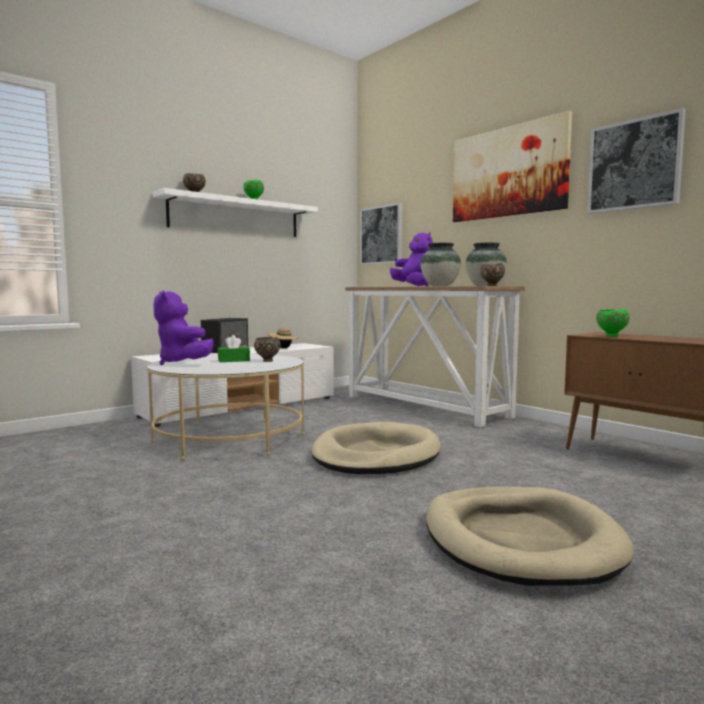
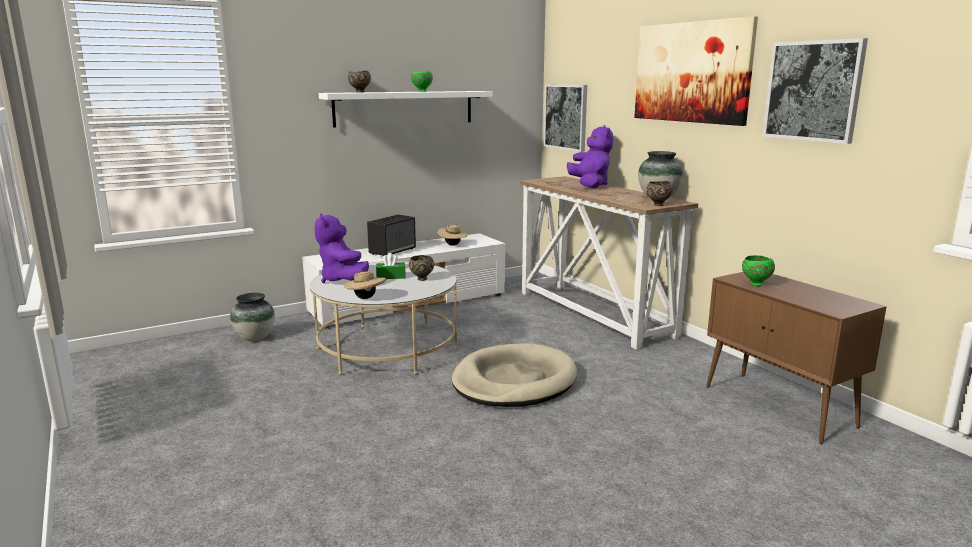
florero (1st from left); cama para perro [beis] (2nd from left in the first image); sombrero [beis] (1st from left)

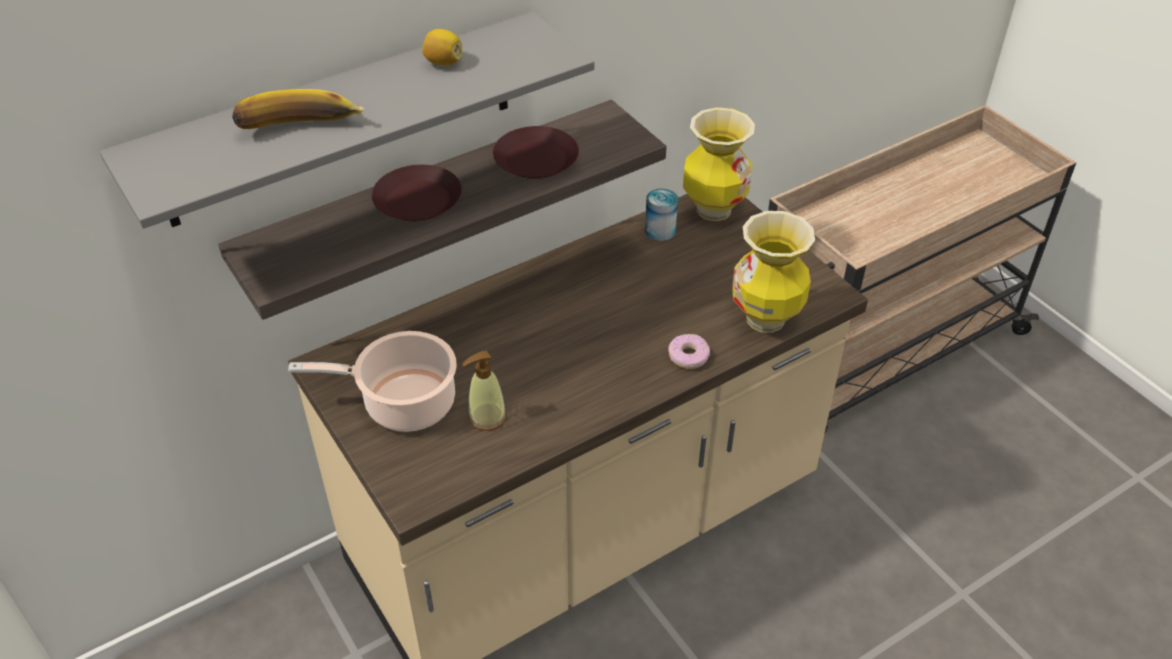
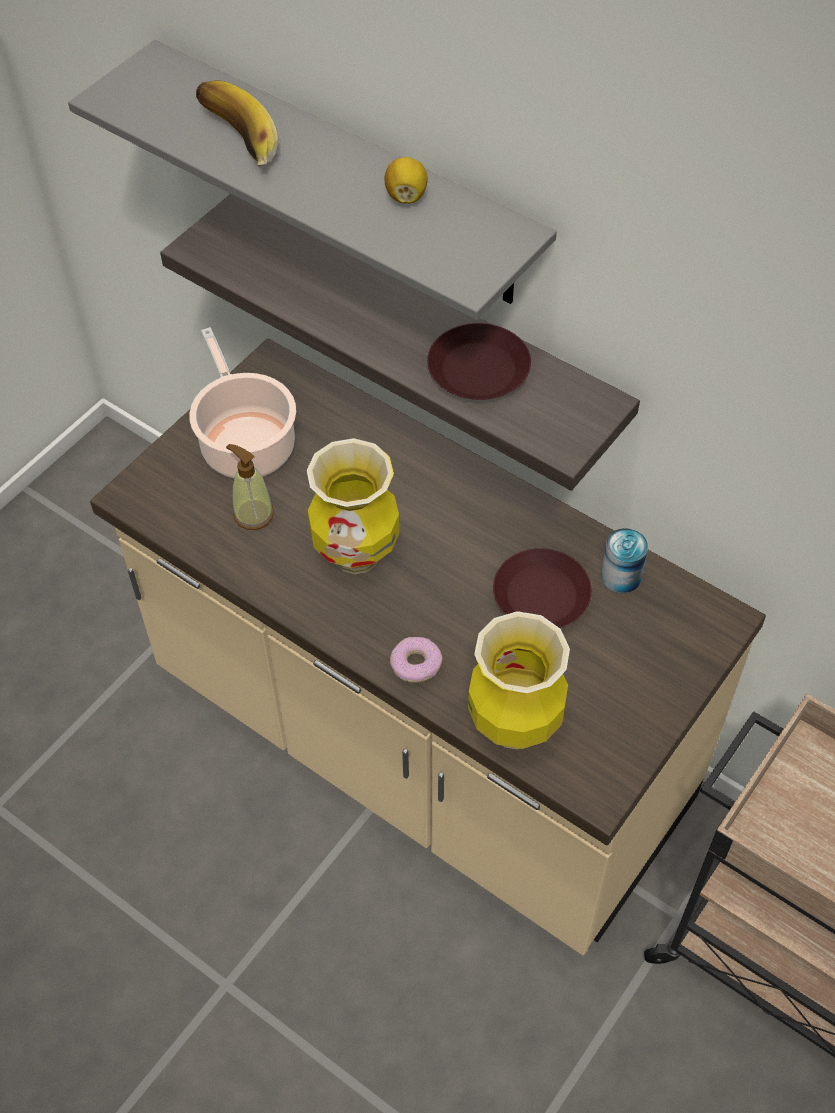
plato [marrón] (2nd from left); florero (1st from left)

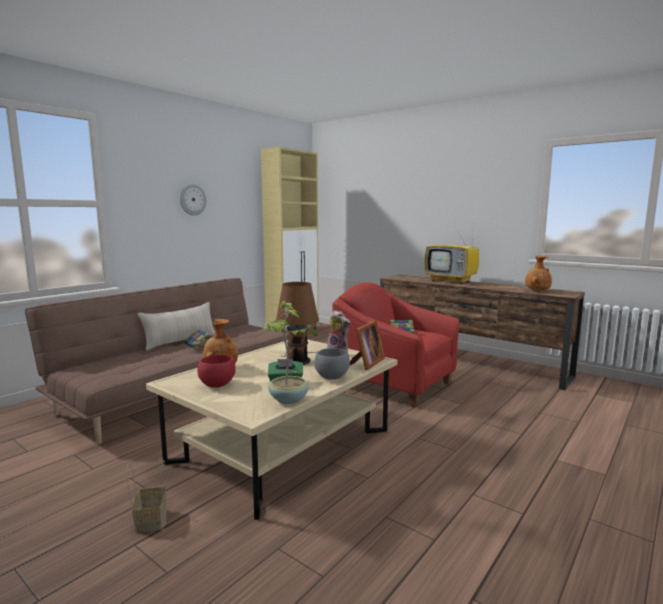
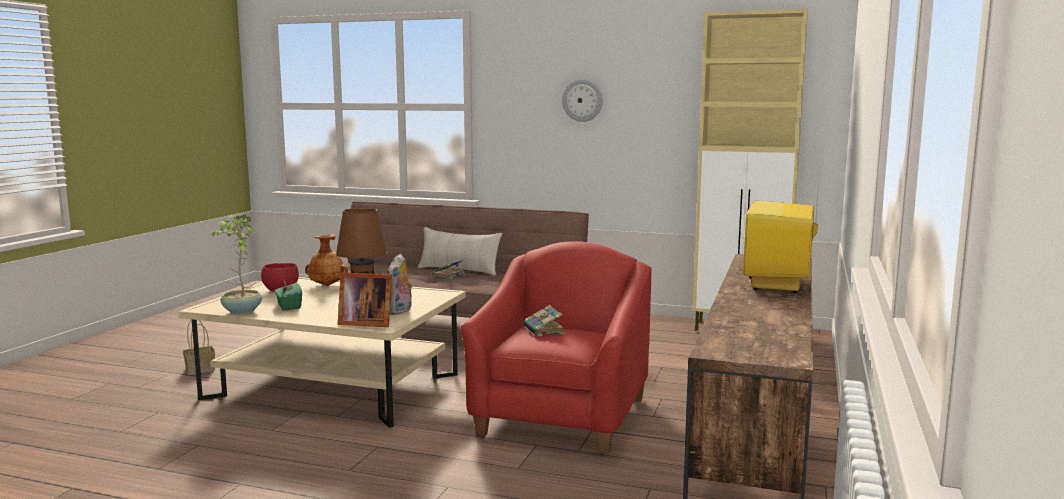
cuenco [gris]; florero [marrón] (2nd from left in the first image)

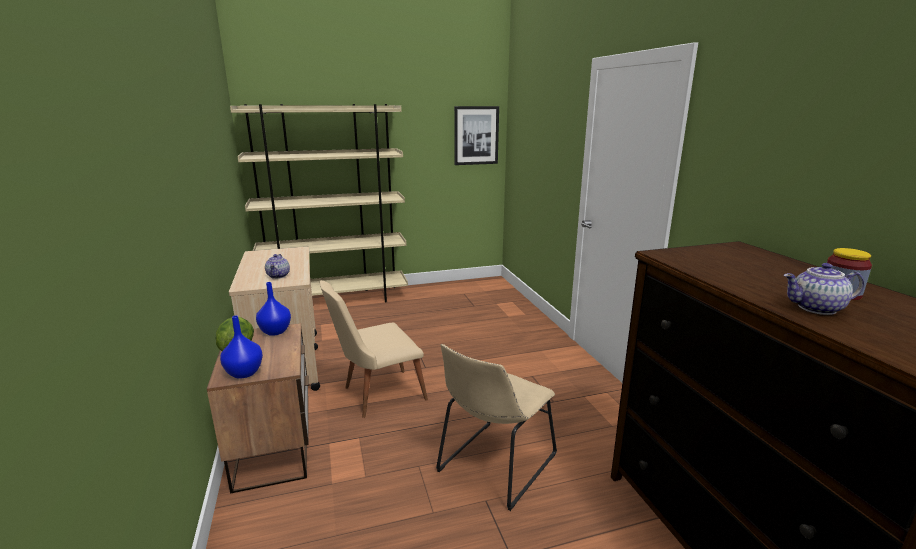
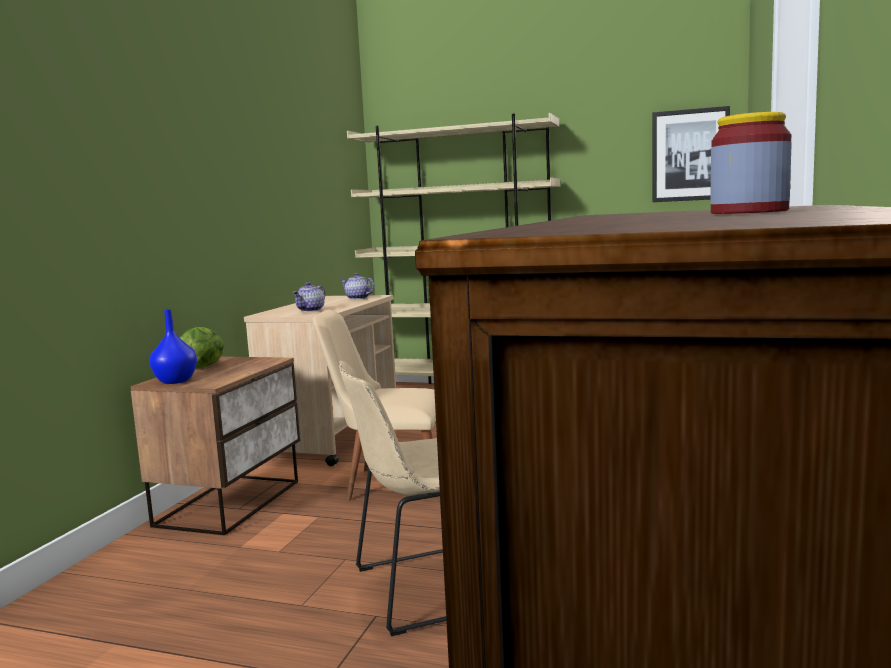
florero [azul] (2nd from left in the first image); tetera (2nd from left)

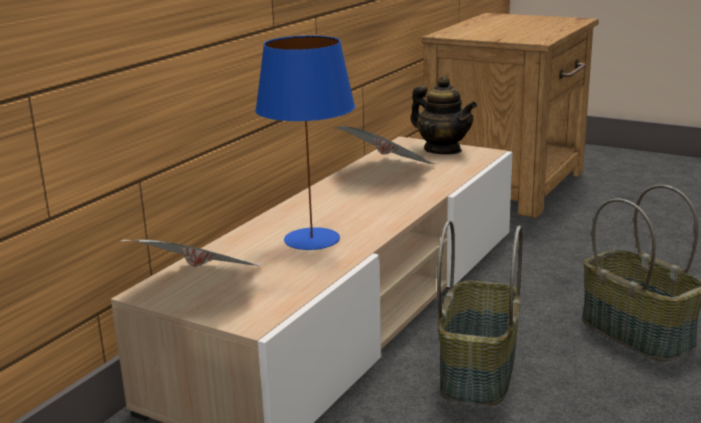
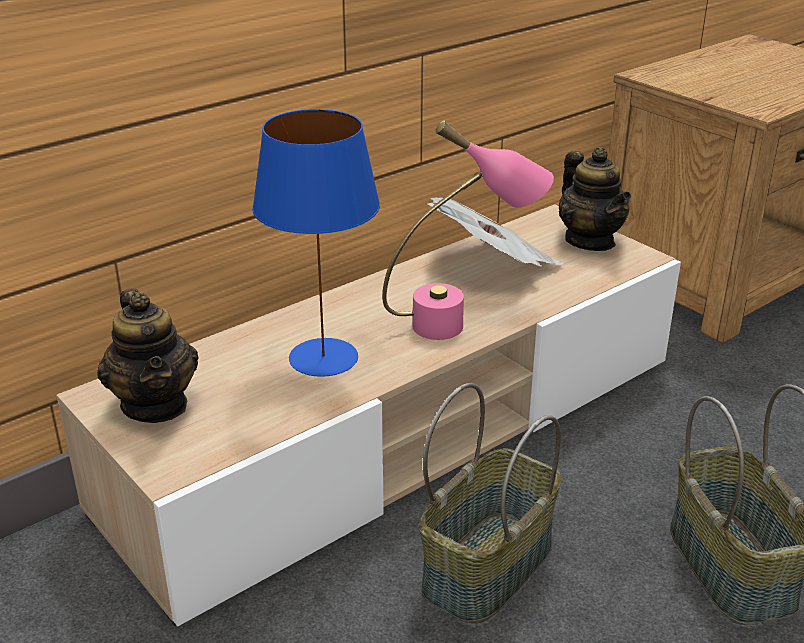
tetera (1st from left); lámpara de mesa [rosa]

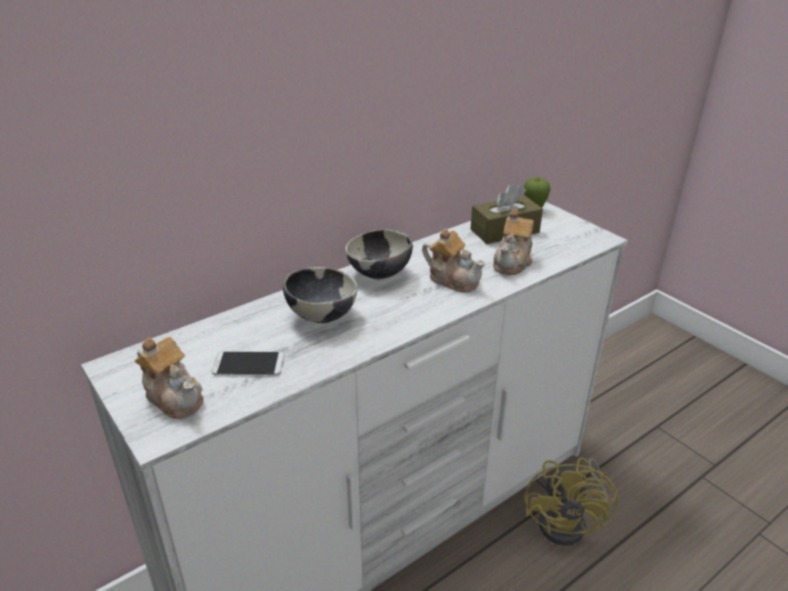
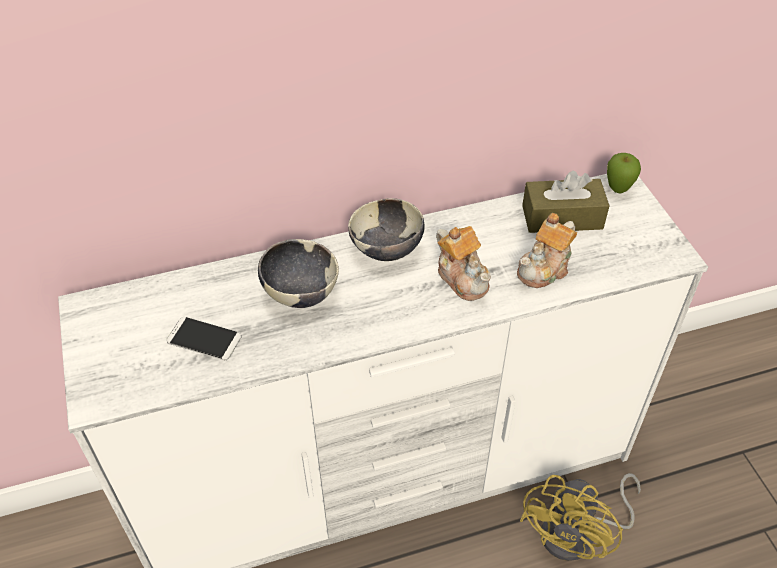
tetera (1st from left in the first image)

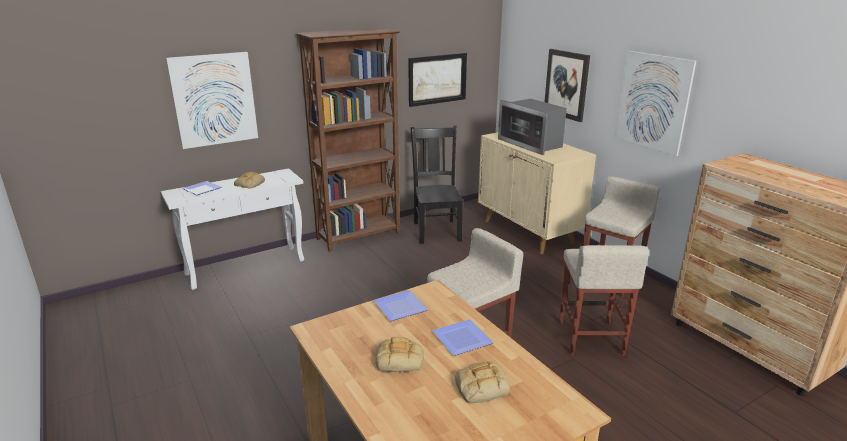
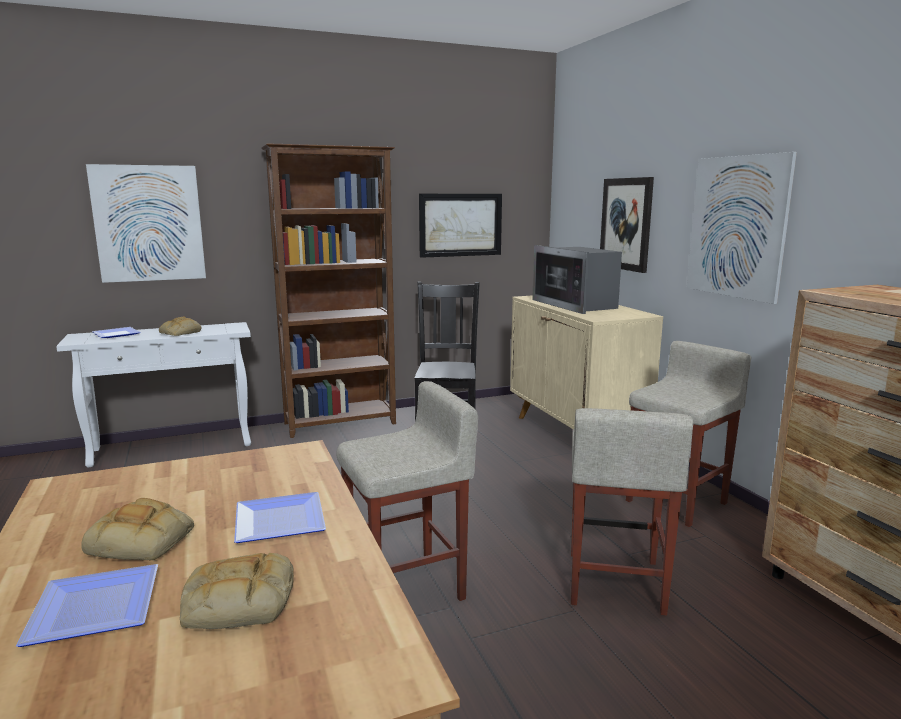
plato (1st from left)

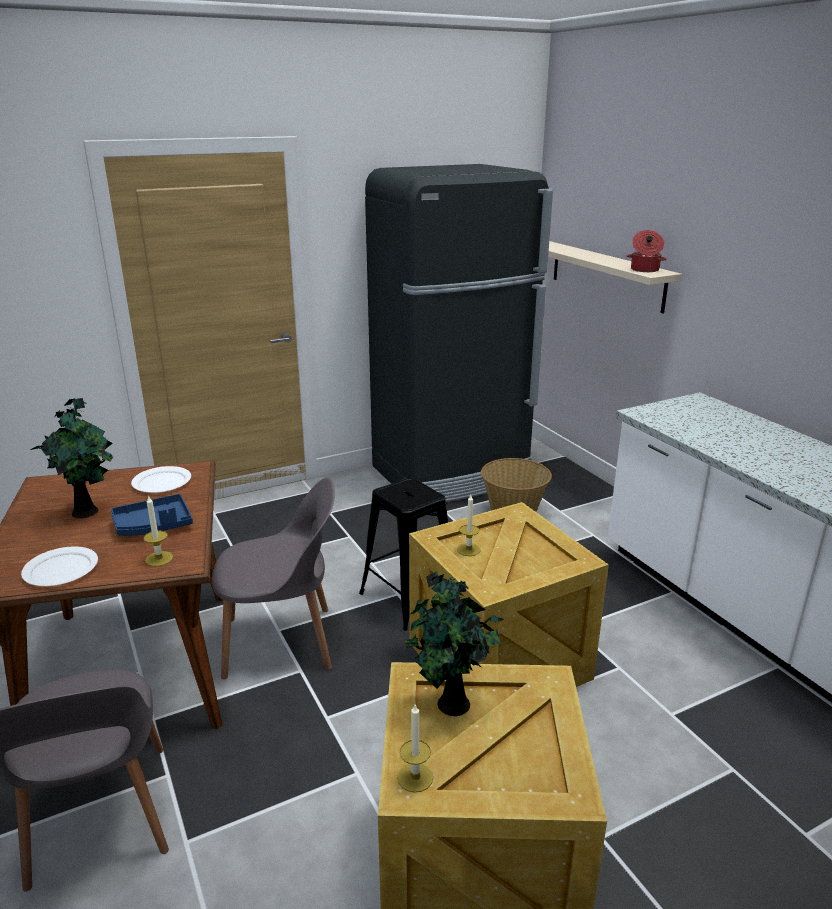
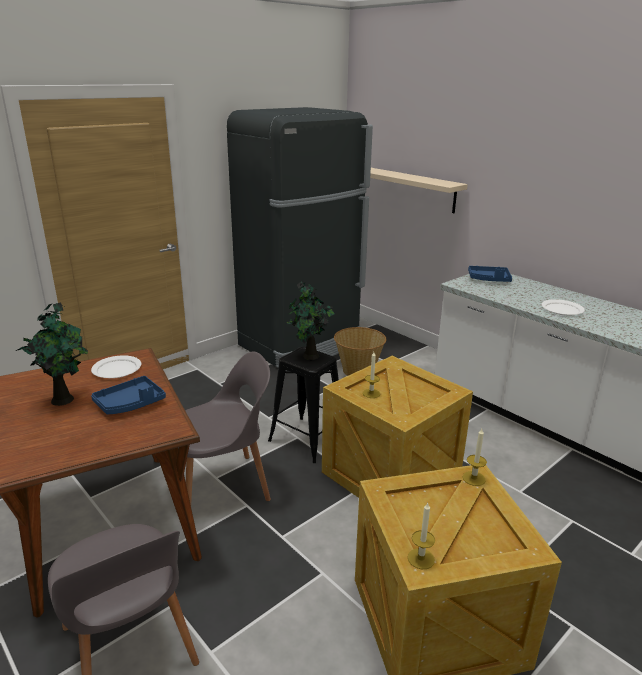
plato [blanco] (2nd from left); vela (3rd from left); planta en maceta (2nd from left); olla; bandeja [azul] (2nd from left)

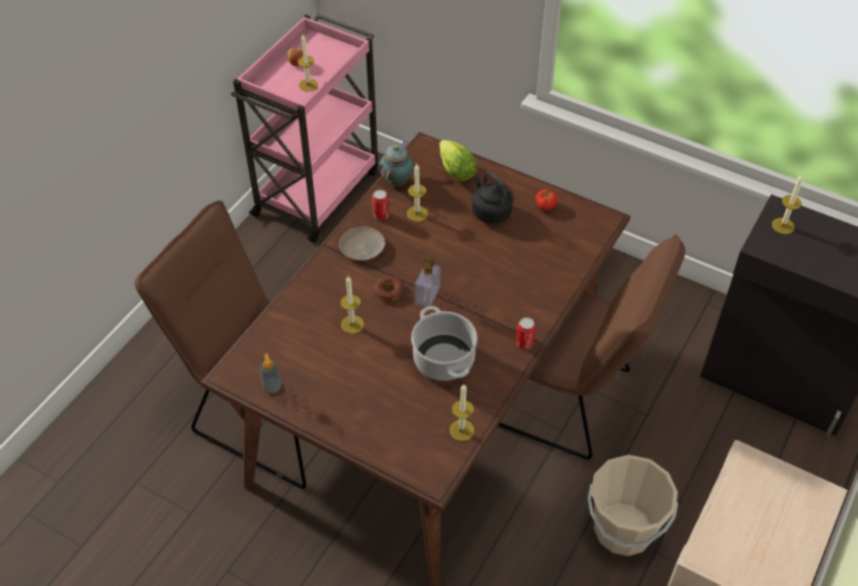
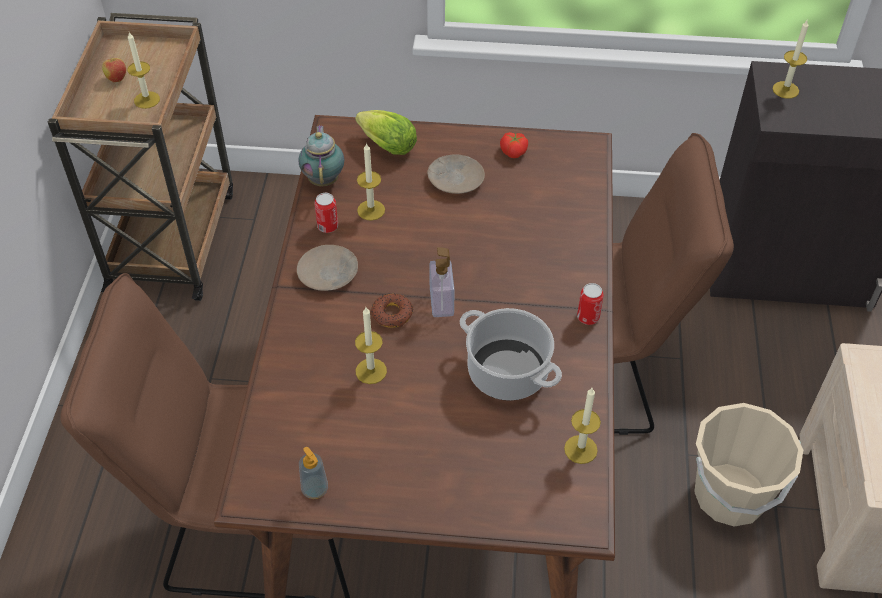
carrito [marrón]; plato [beis] (2nd from left)

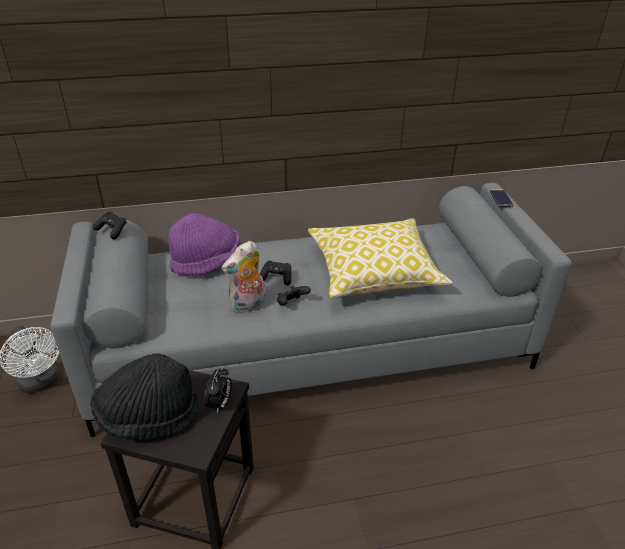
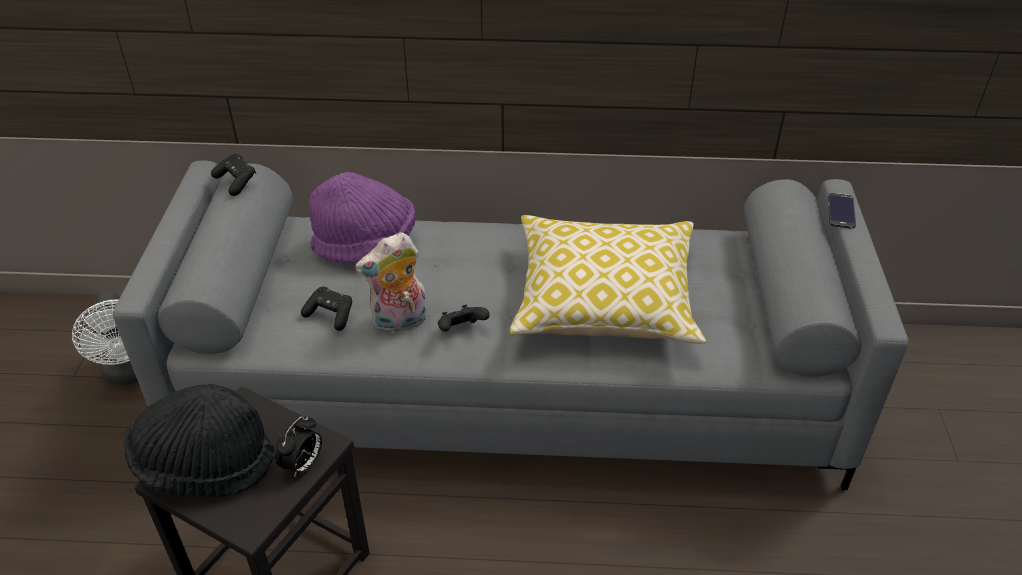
mando de consola [negro] (2nd from left)

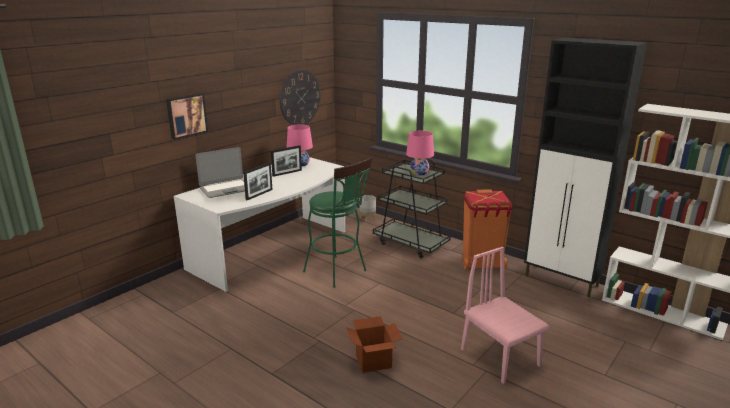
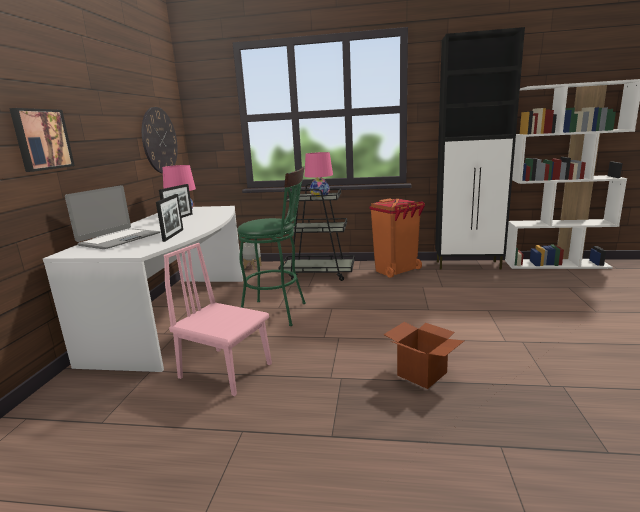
silla [rosa]

